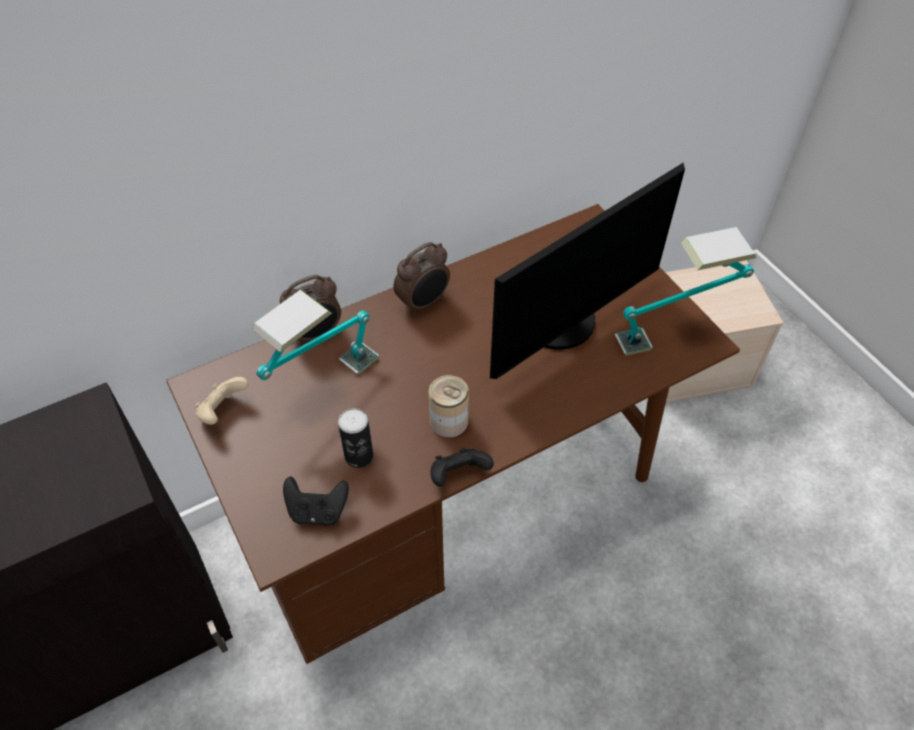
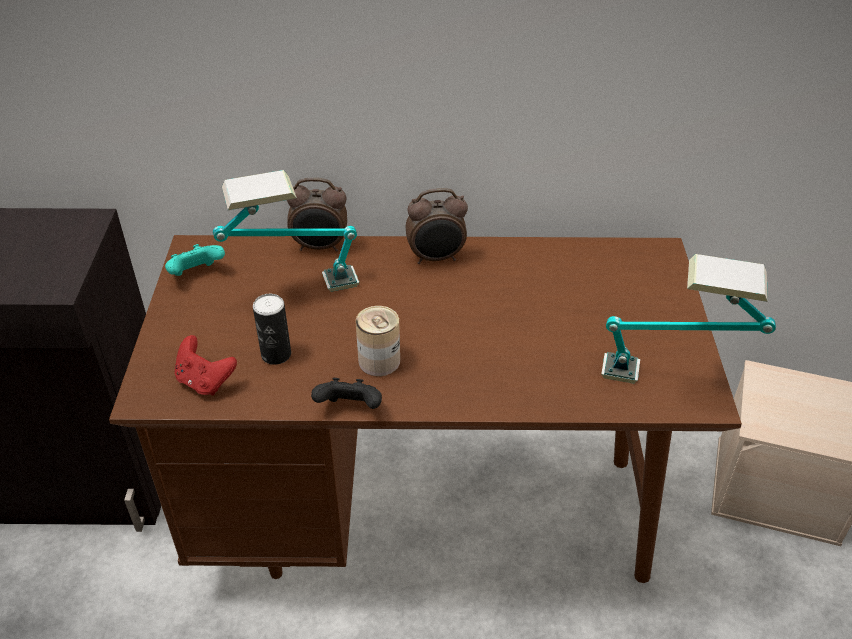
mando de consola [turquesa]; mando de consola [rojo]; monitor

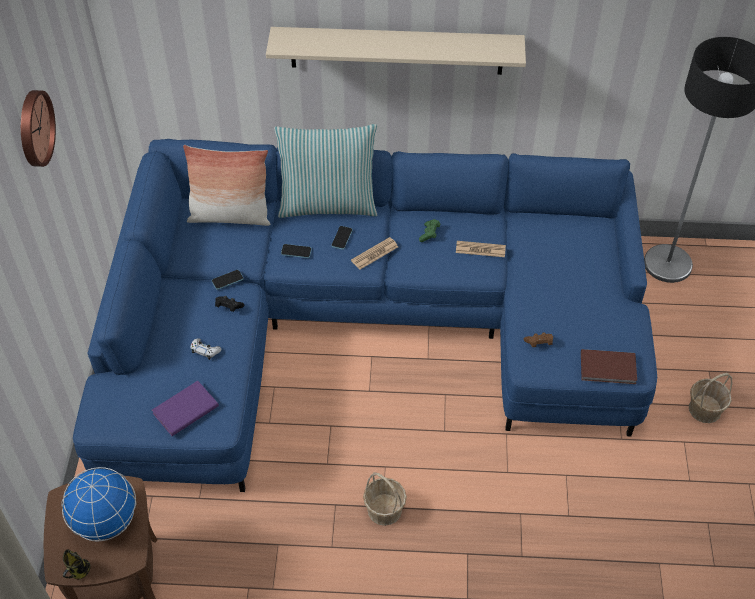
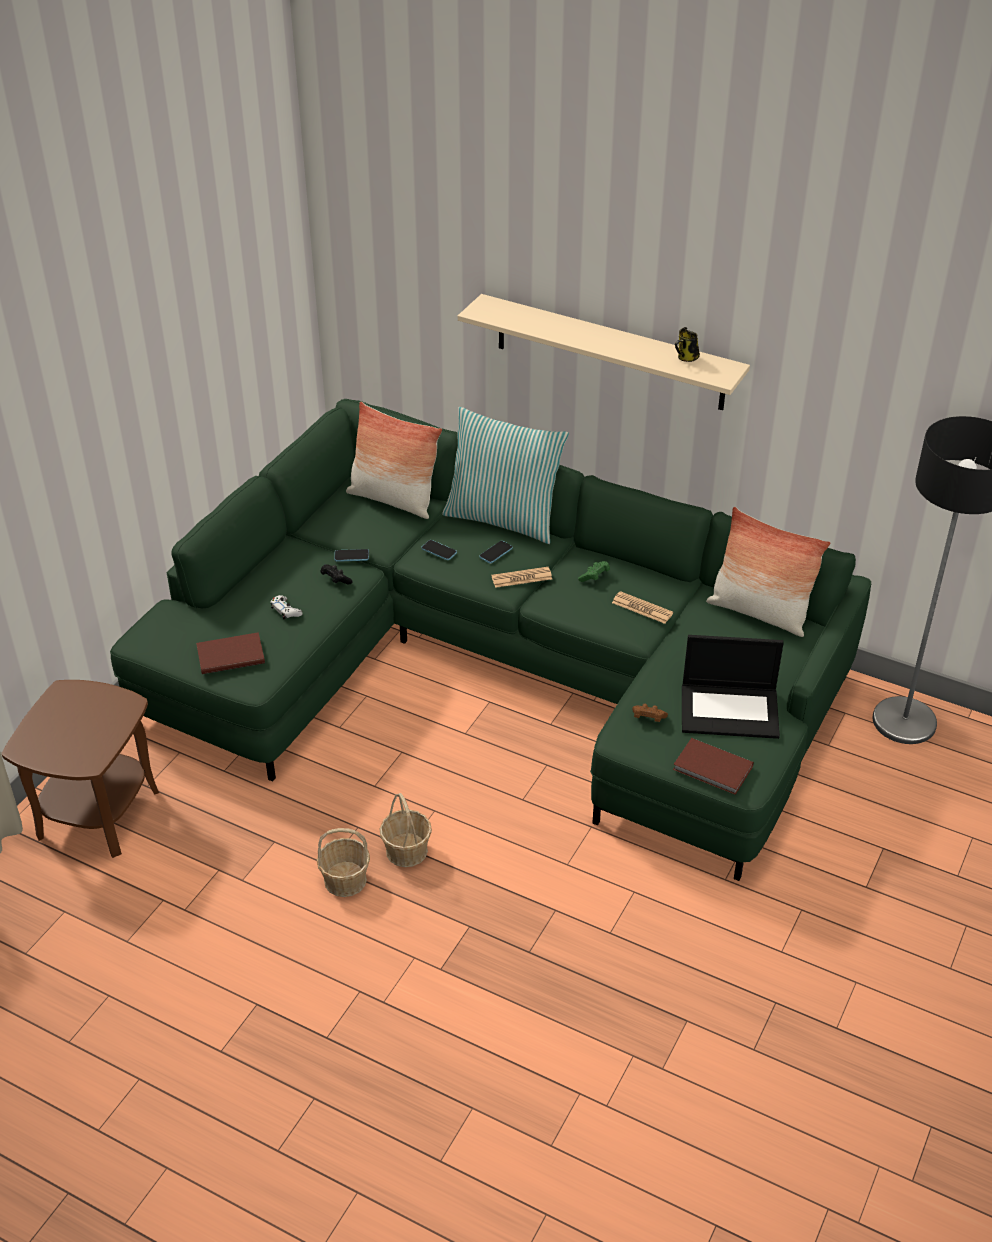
reloj de pared; globo terráqueo; taza grande; sofá [verde]; libro [marrón] (1st from left); cesta (1st from left); portátil; cojín (3rd from left)

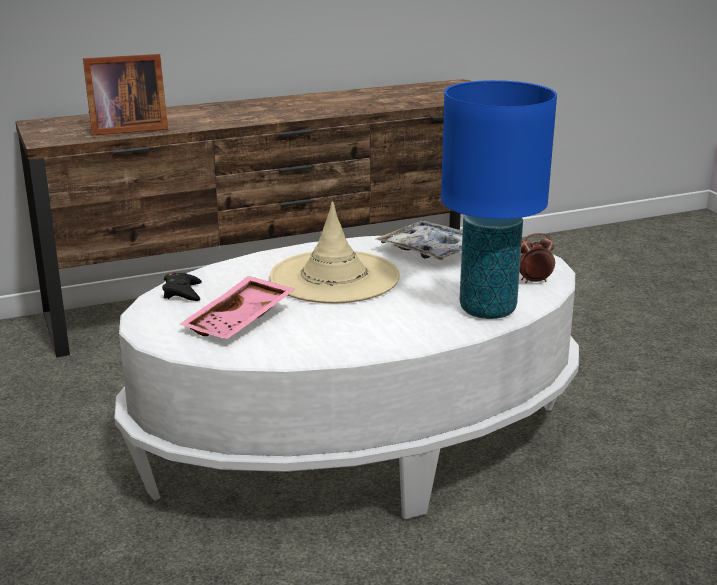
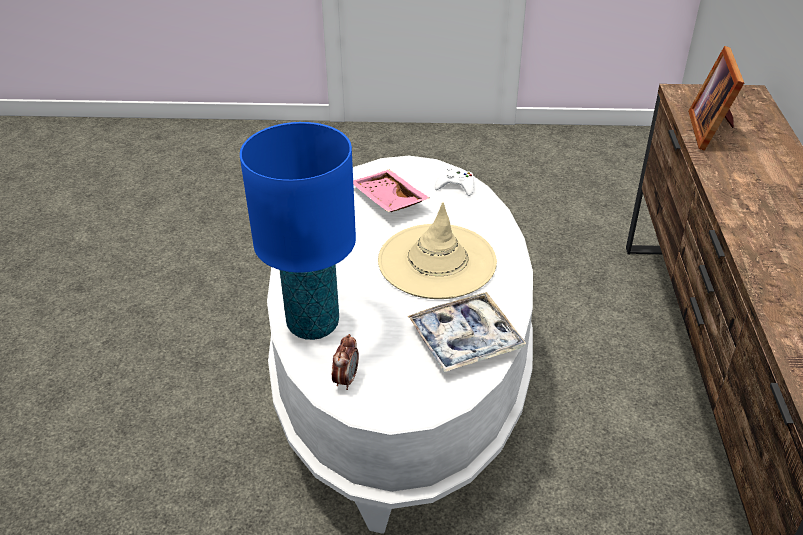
mando de consola [blanco]

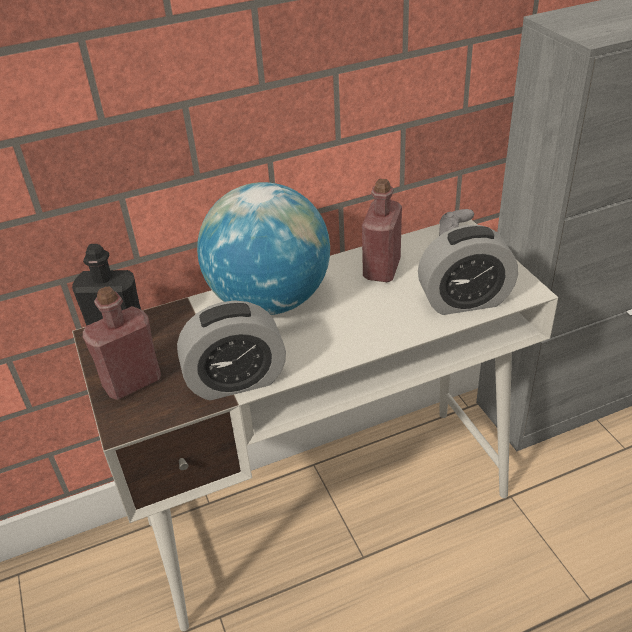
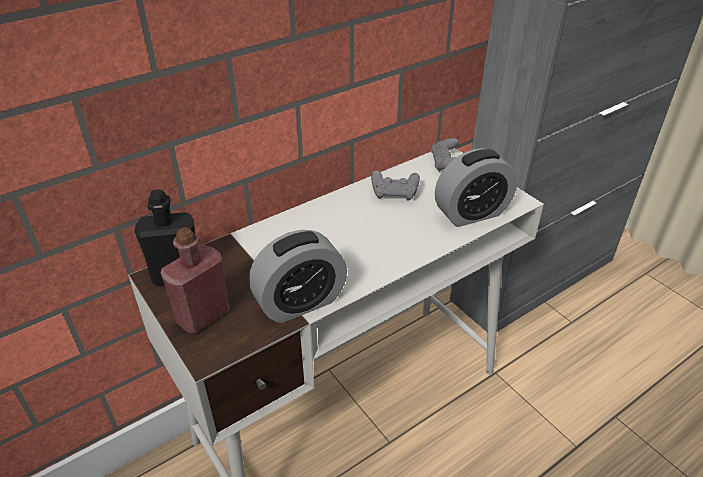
globo terráqueo; mando de consola [gris] (1st from left)

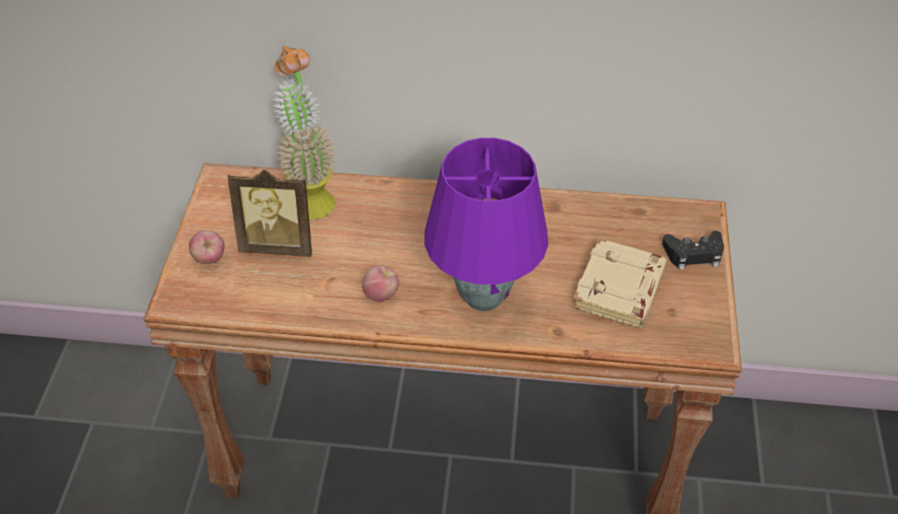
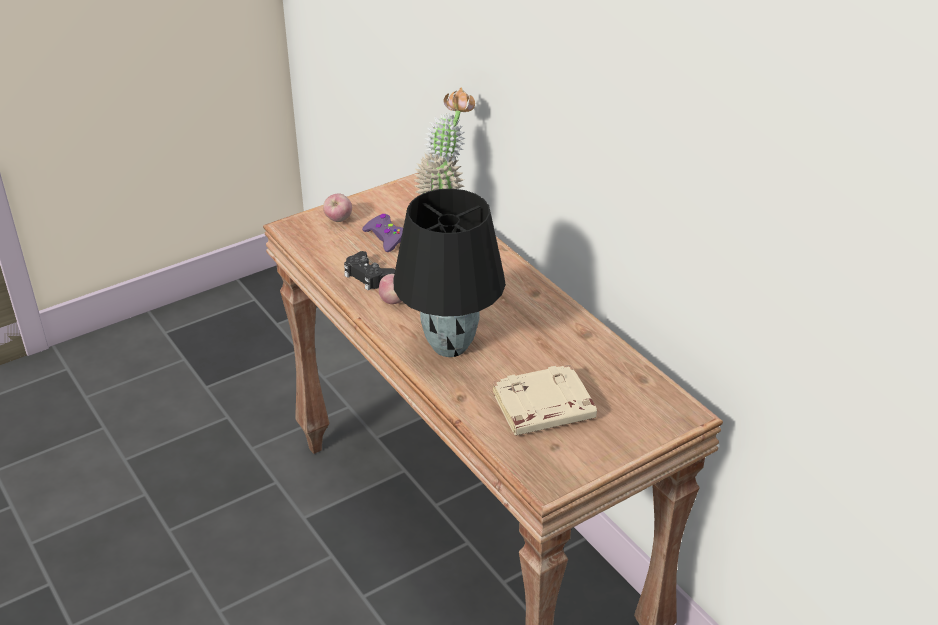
mando de consola [morado]; lámpara de mesa [negro]; mando de consola [negro]

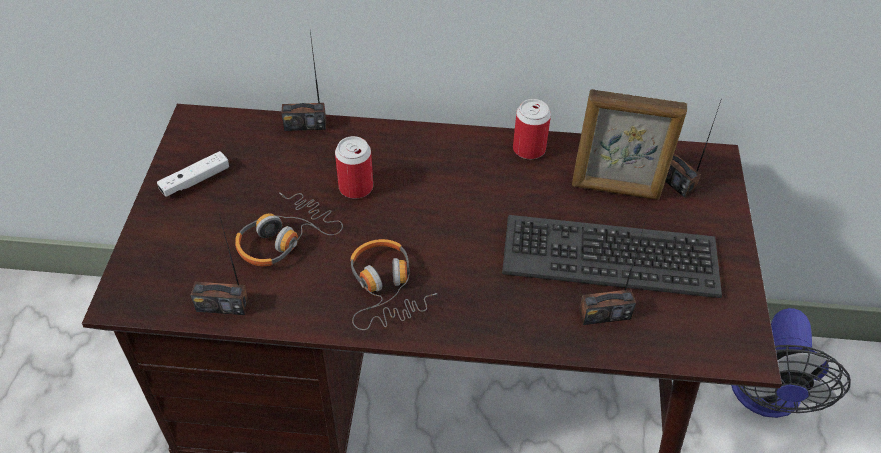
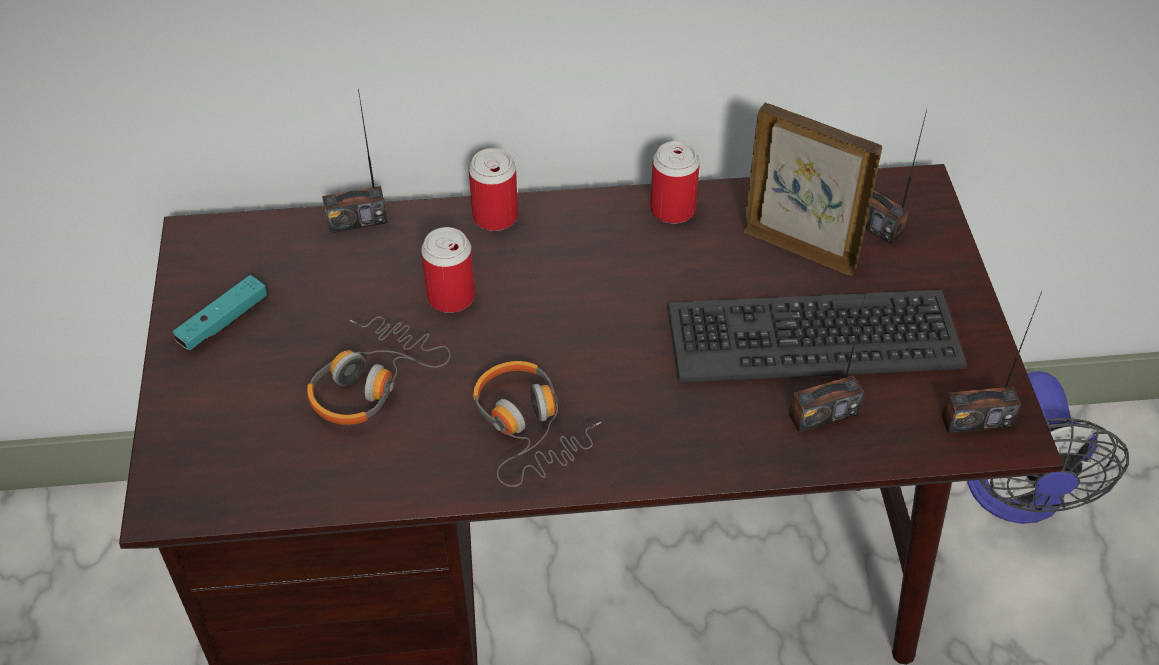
mando de consola [turquesa]; radio (4th from left); portarretratos; lata (2nd from left)

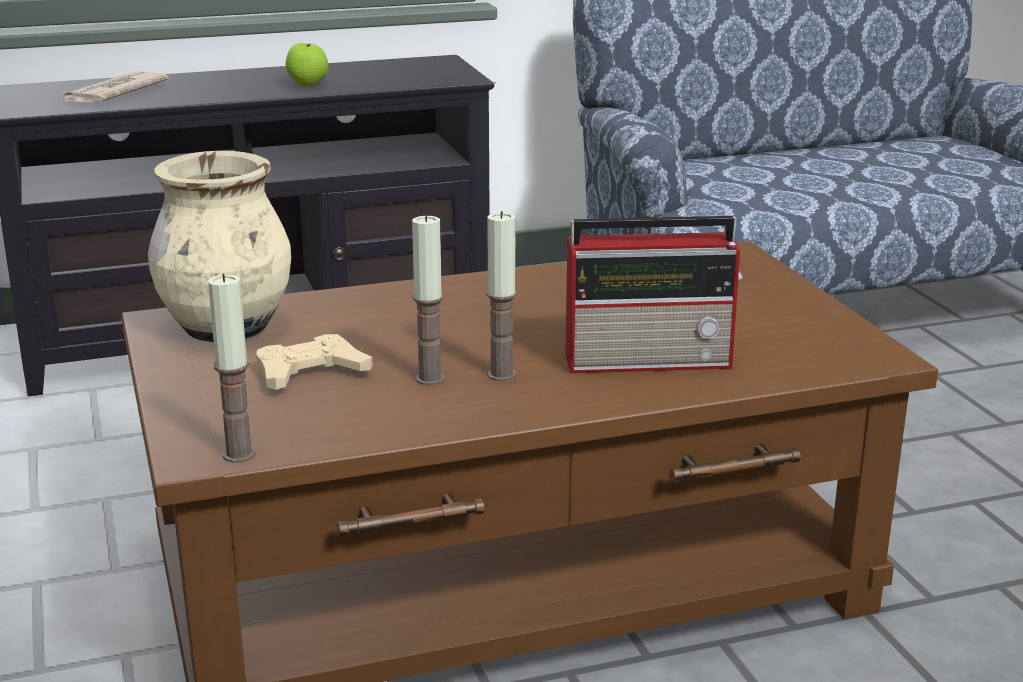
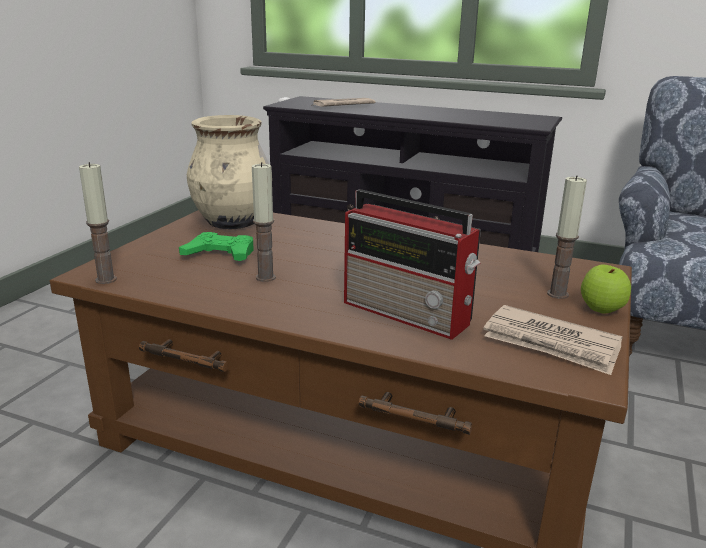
mando de consola [verde]; manzana; vela (3rd from left); periódico (2nd from left)

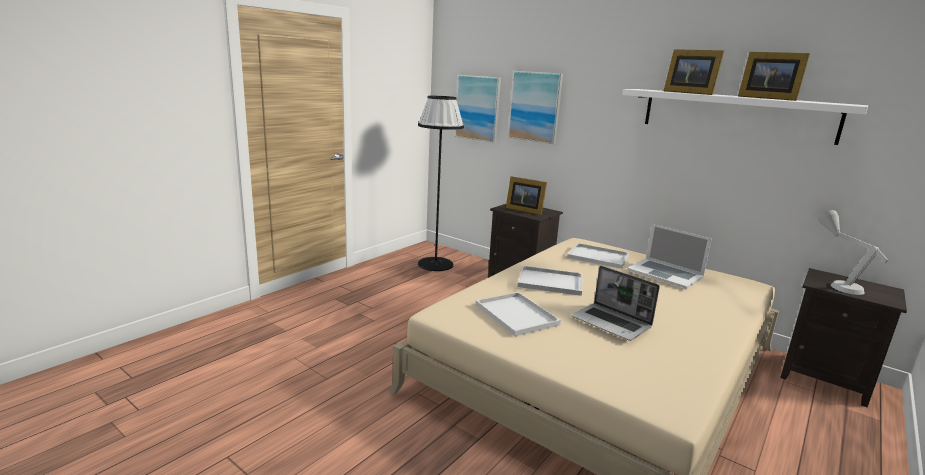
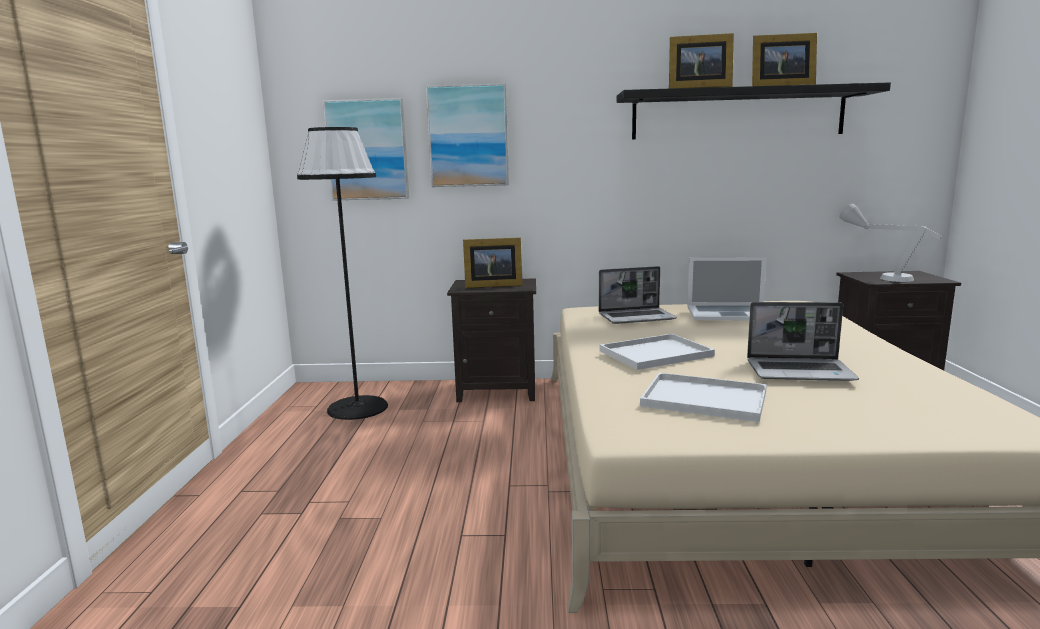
portátil (1st from left); estante [negro]

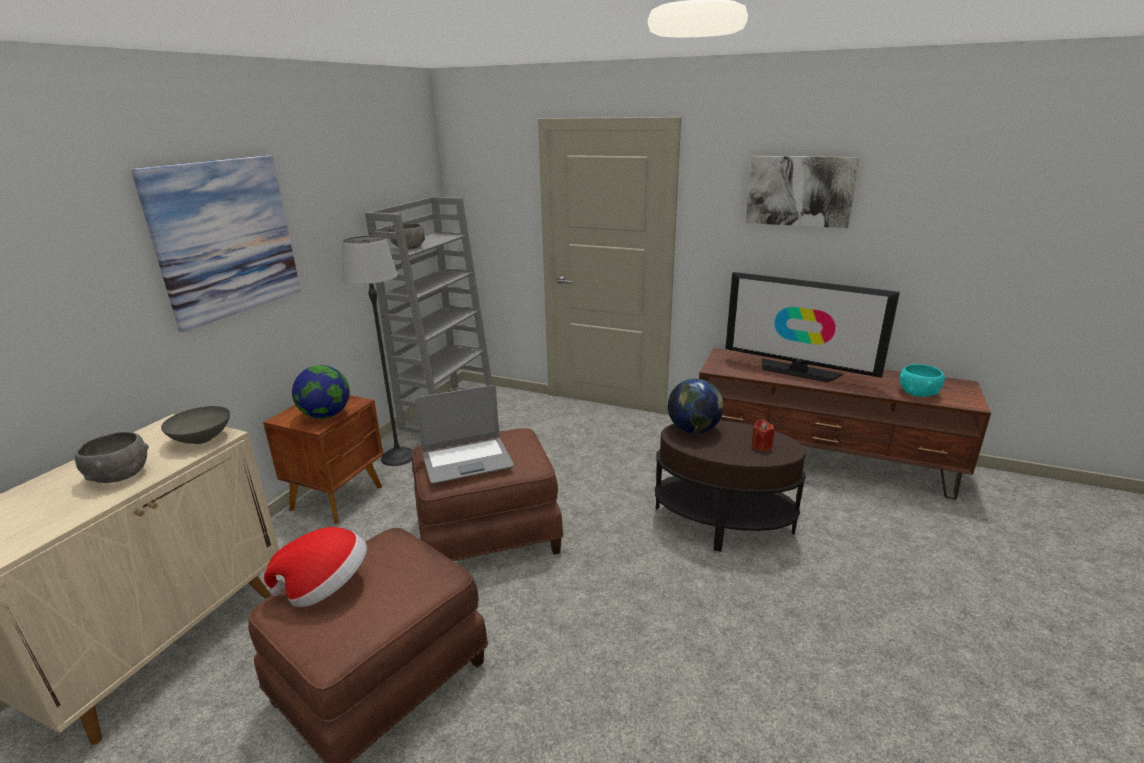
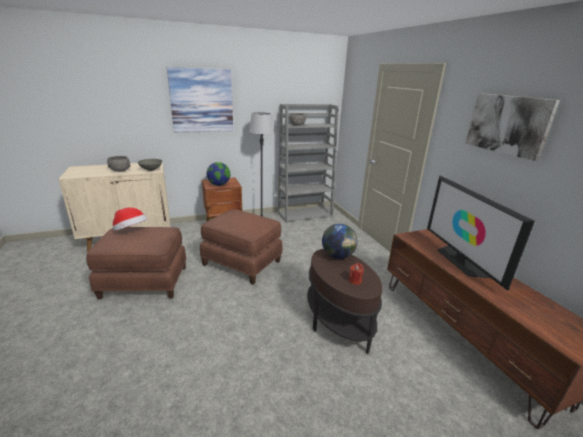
portátil; cuenco [turquesa]

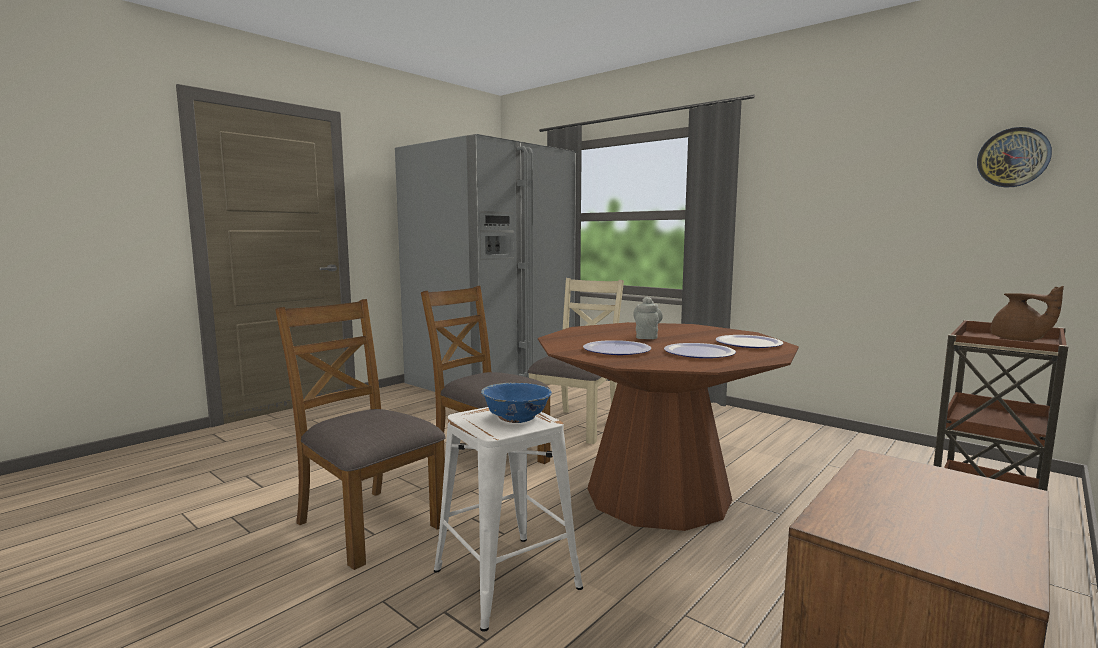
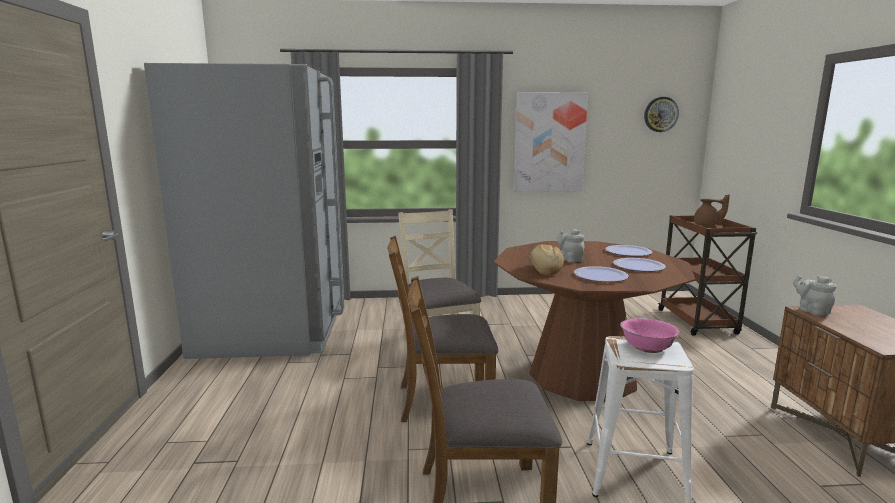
cuenco [rosa]; cuadro; pan; tetera [gris] (2nd from left)

